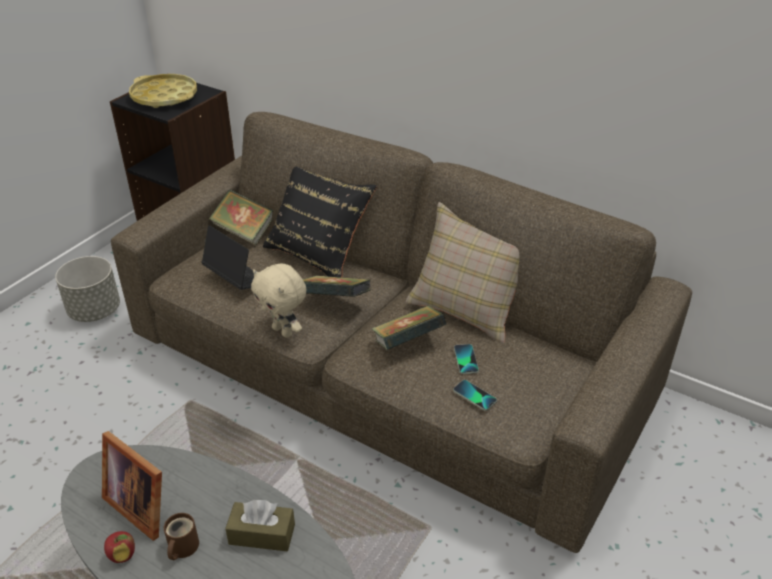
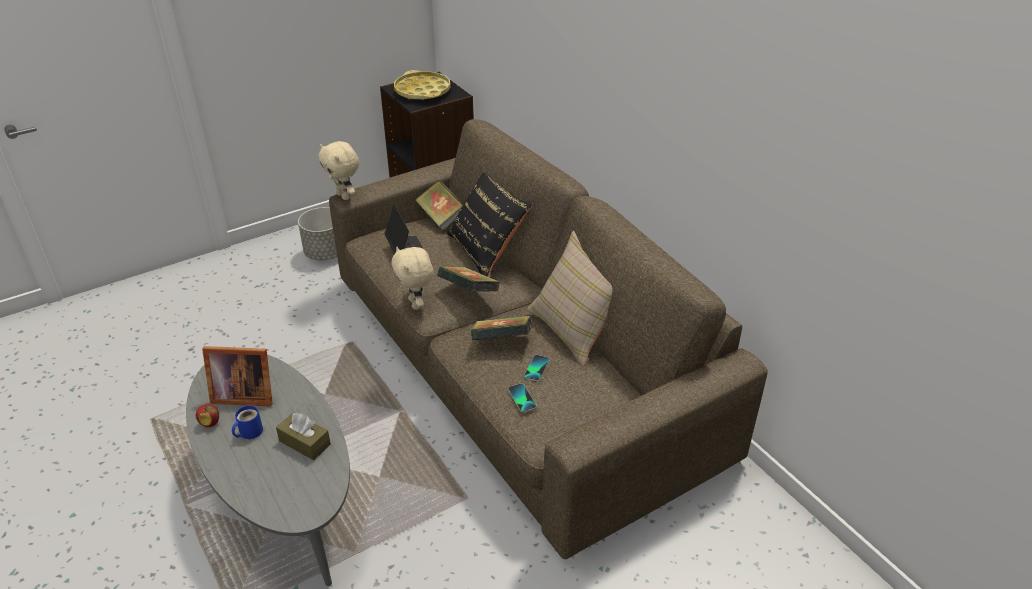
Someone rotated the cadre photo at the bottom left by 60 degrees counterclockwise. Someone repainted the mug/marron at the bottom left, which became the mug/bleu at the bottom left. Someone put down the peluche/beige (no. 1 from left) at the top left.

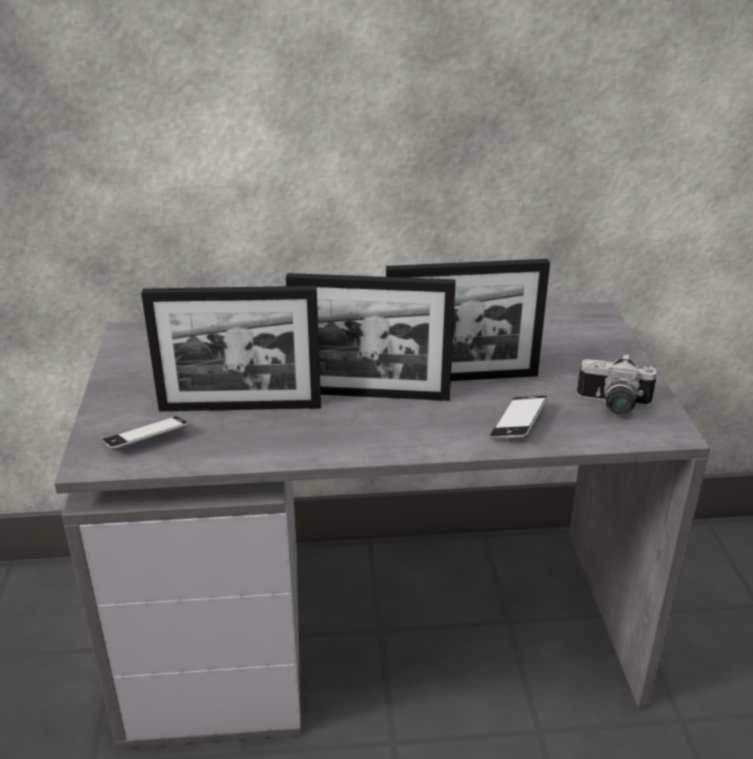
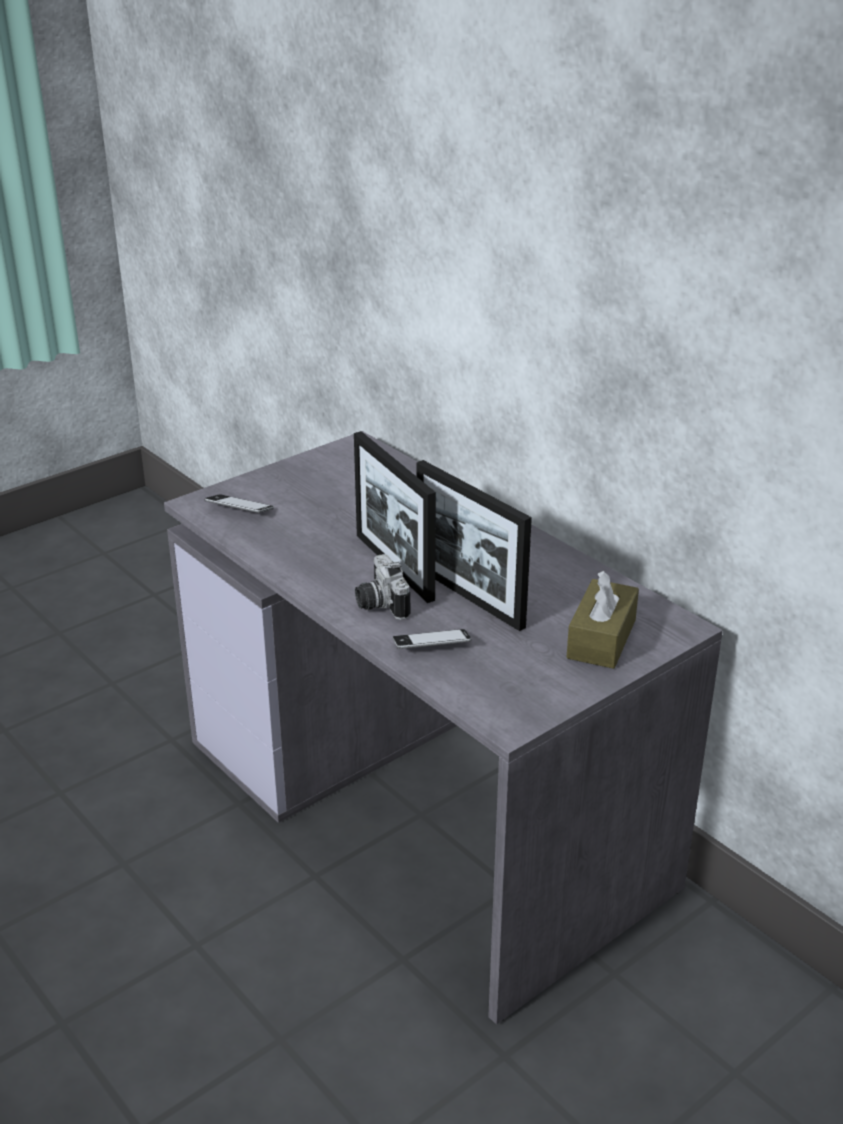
Someone carried the appareil photo from the middle right to the centre. Someone put down the boîte à mouchoirs/marron at the middle right. Someone took away the cadre photo (no. 1 from left) at the middle left.

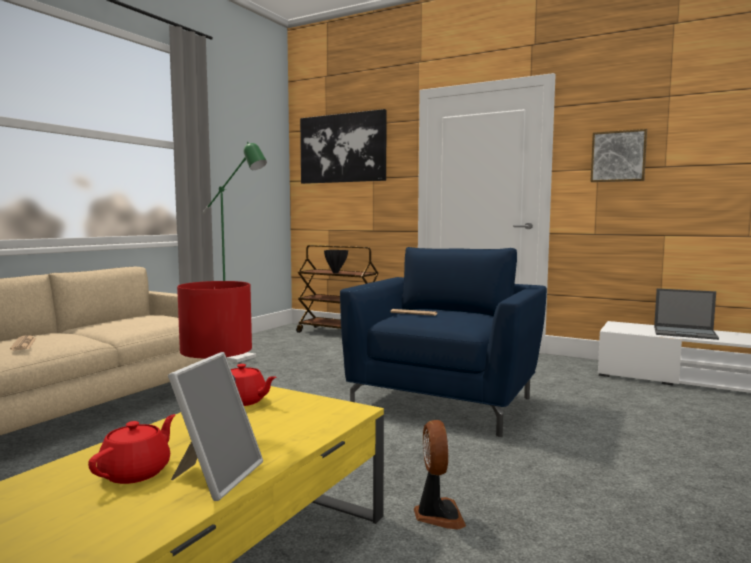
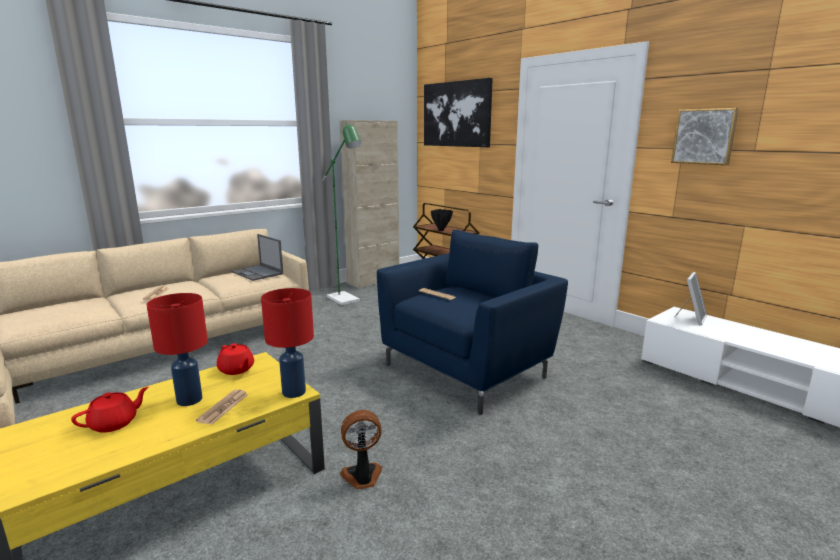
Someone put down the journal (no. 2 from left) at the bottom left. Someone carried the ordinateur portable from the middle right to the middle left. Someone put down the lampe de table/rouge (no. 2 from left) at the centre. Someone put down the meuble de rangement/beige at the centre. Someone rotated the ventilateur at the bottom centre by 120 degrees counterclockwise. Someone carried the cadre photo from the bottom left to the middle right.

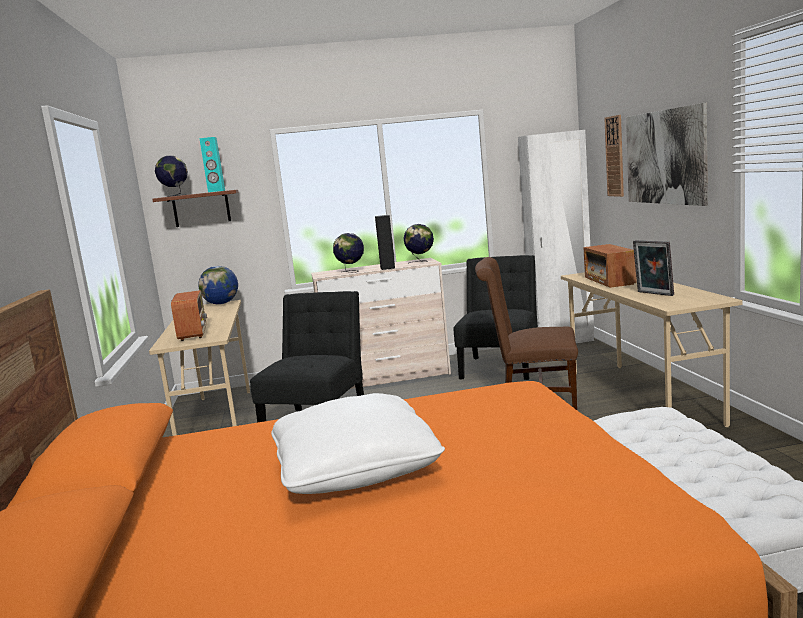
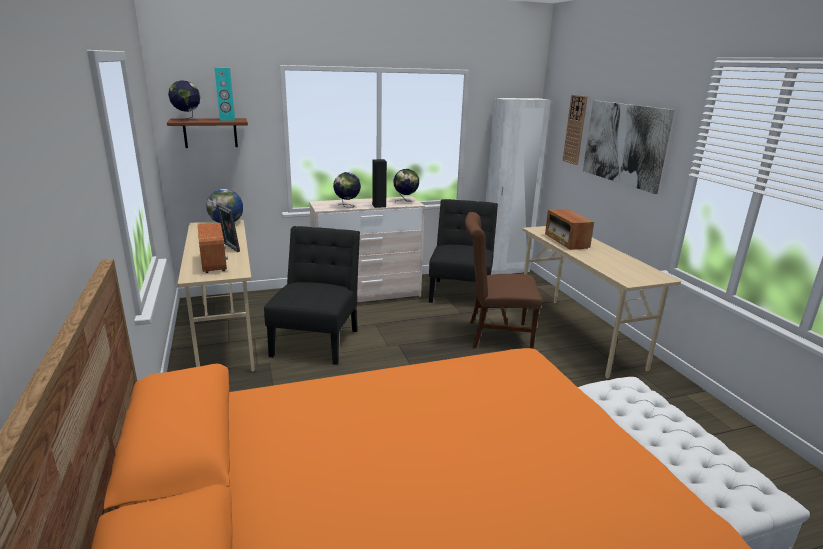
Someone carried the cadre photo from the middle right to the middle left. Someone took away the coussin/blanc at the bottom centre.

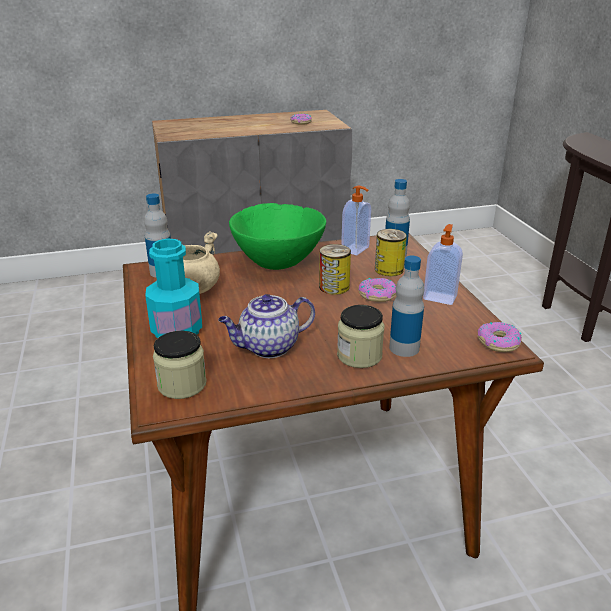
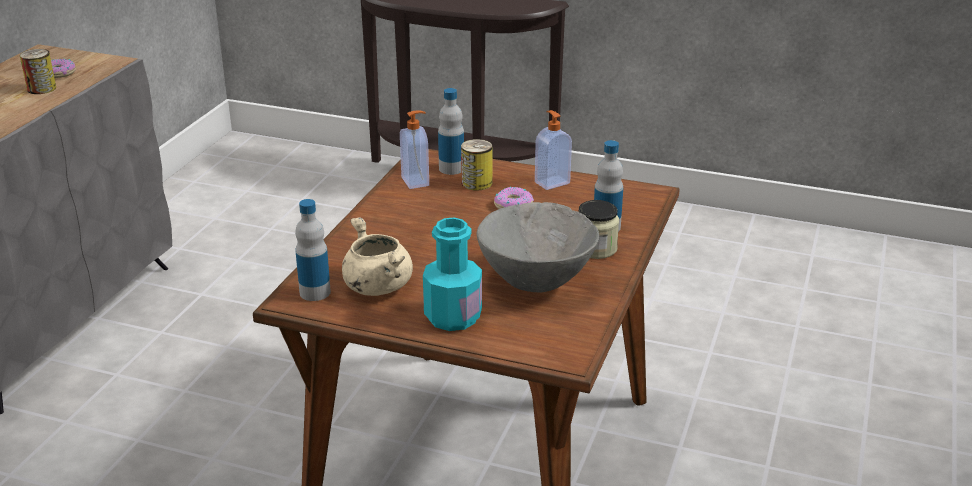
Someone carried the boîte métallique (no. 1 from left) from the centre to the top left. Someone swapped the théière at the centre for the bol/gris at the centre. Someone took away the bocal (no. 1 from left) at the middle left. Someone took away the bol/vert at the centre. Someone took away the beignet (no. 3 from left) at the middle right.

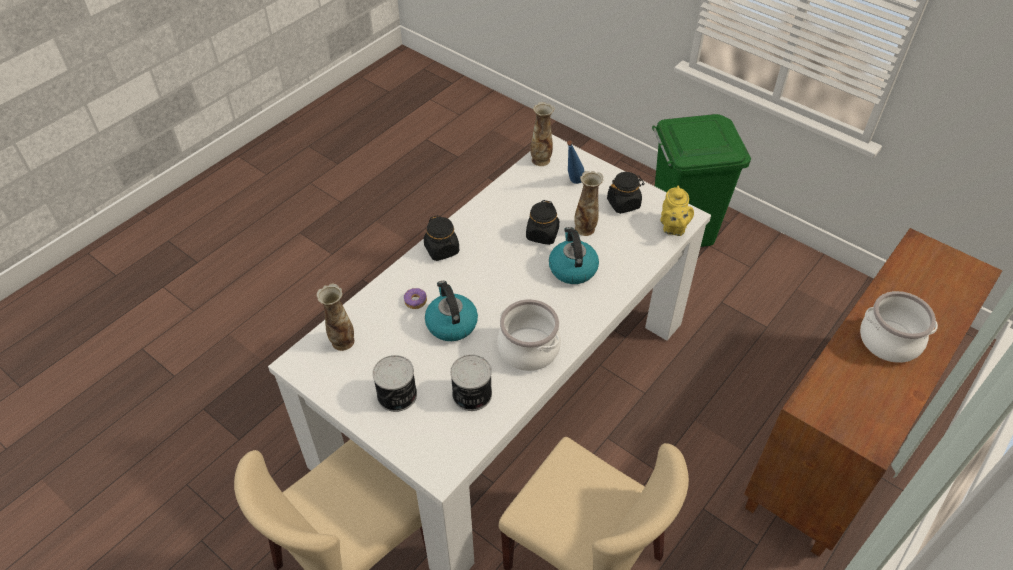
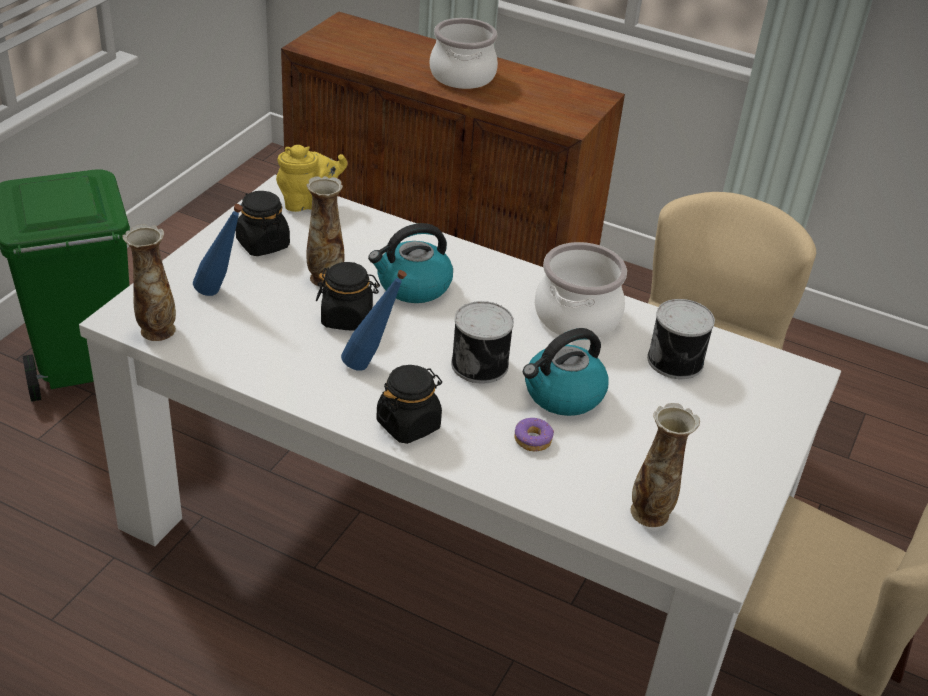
Someone put down the bouteille/bleu (no. 2 from left) at the centre. Someone carried the boîte métallique (no. 1 from left) from the bottom centre to the centre.

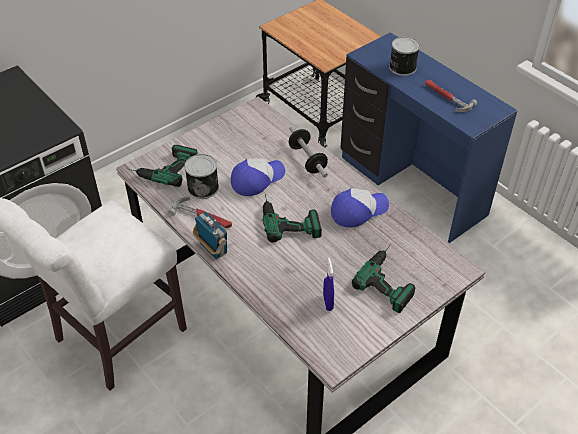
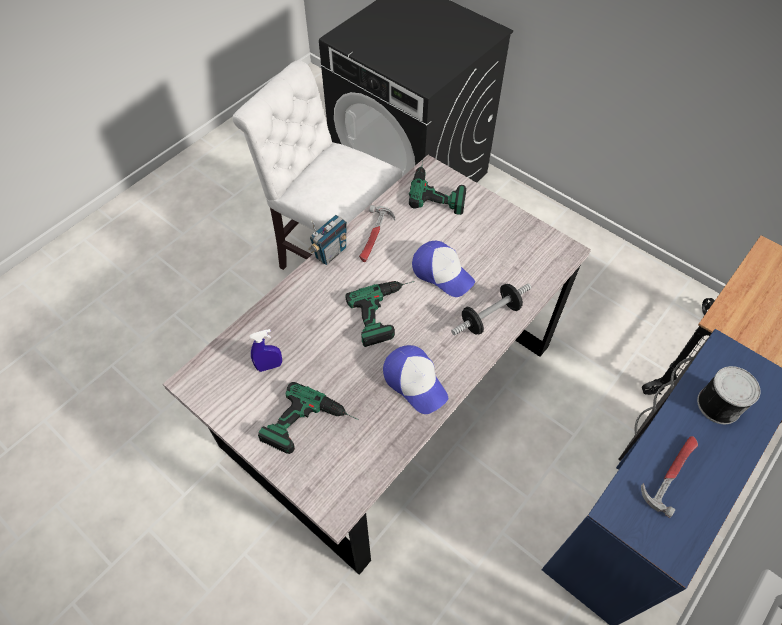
Someone took away the boîte métallique (no. 1 from left) at the centre.

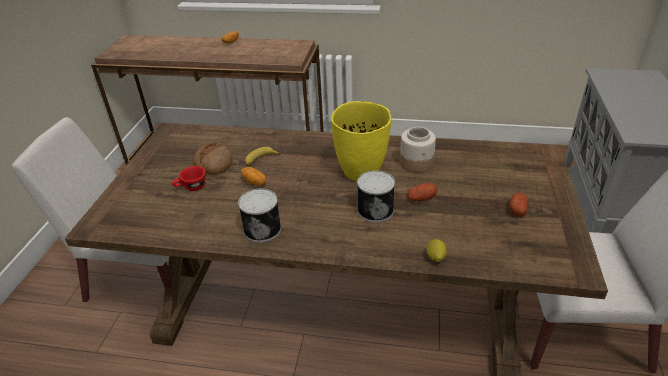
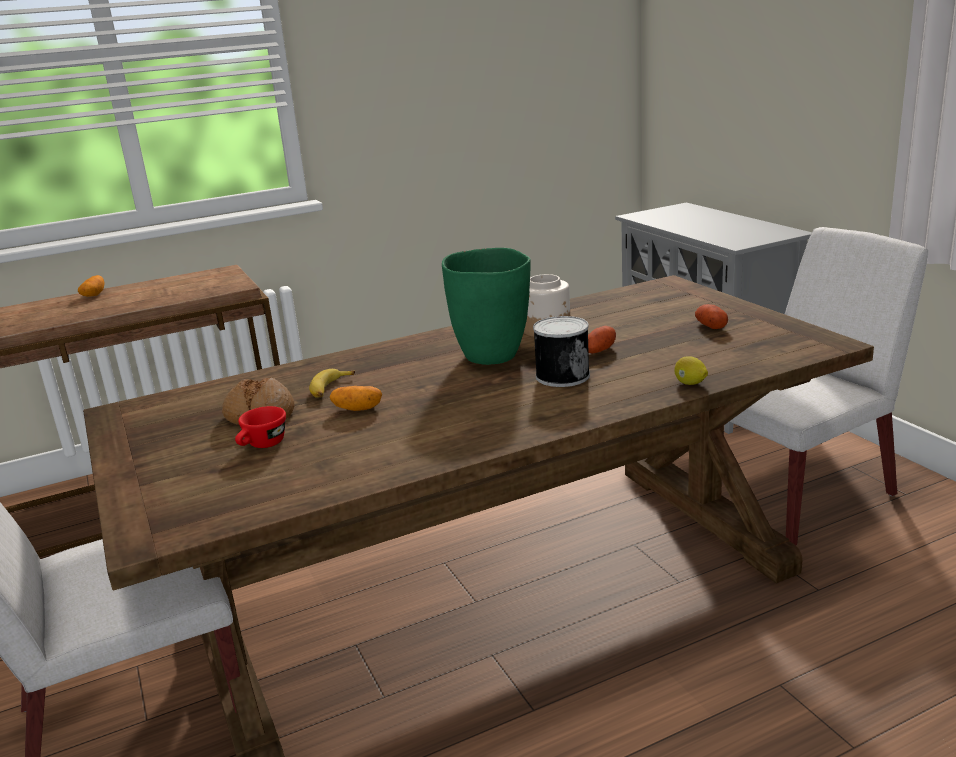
Someone repainted the vase/jaune at the centre, which became the vase/vert at the centre. Someone took away the boîte métallique (no. 1 from left) at the centre.

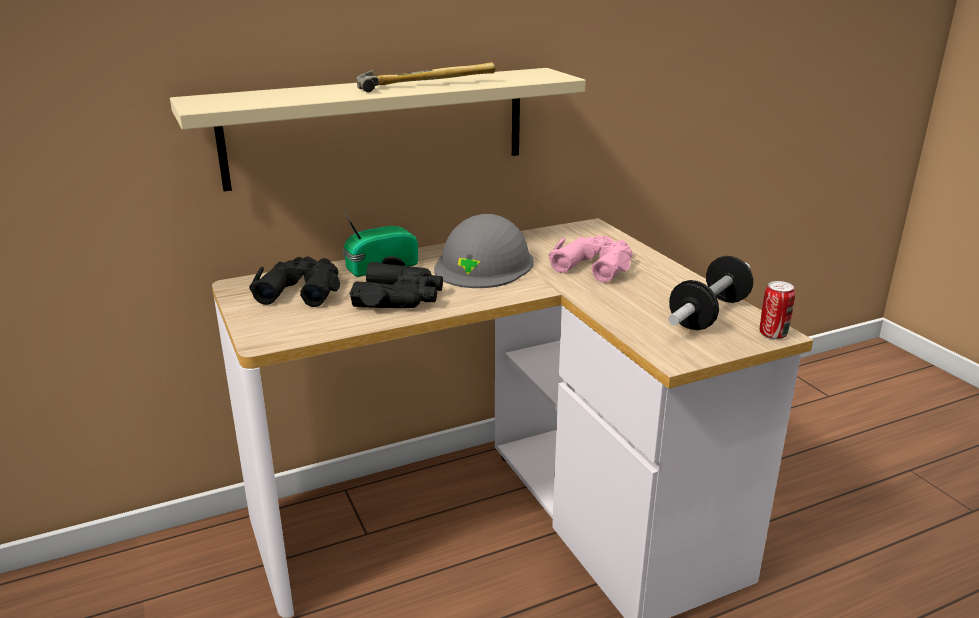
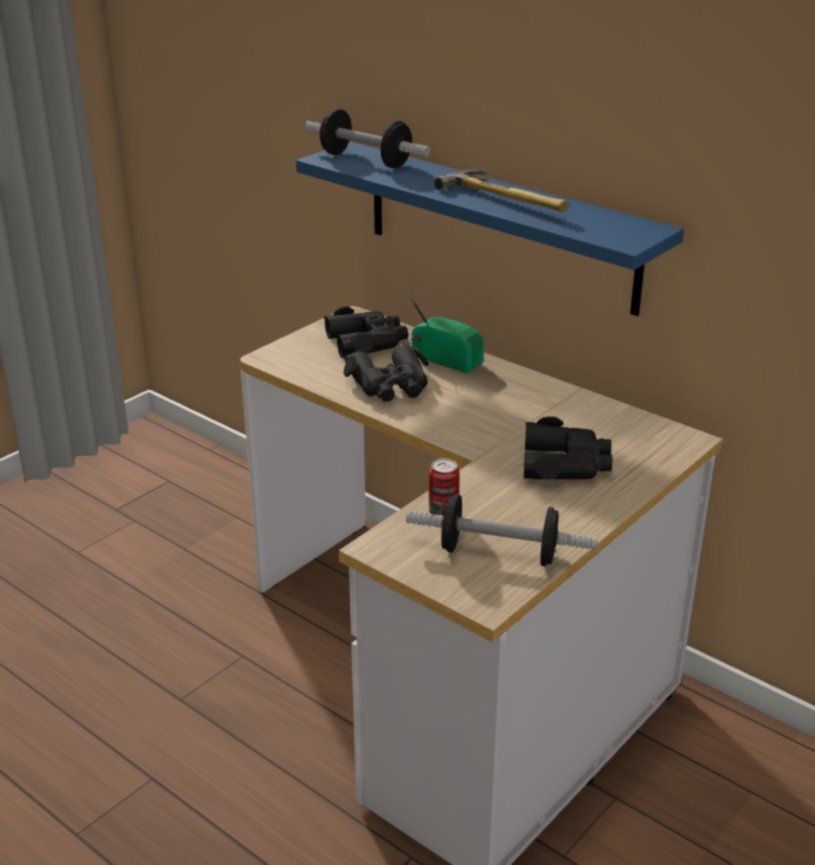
Someone repainted the étagère/beige at the top centre, which became the étagère/bleu at the top centre. Someone put down the haltère (no. 1 from left) at the top centre. Someone carried the boîte métallique from the middle right to the centre. Someone repainted the jumelles/rose at the centre, which became the jumelles/noir (no. 3 from left) at the middle right. Someone took away the casque de chantier/gris at the centre.

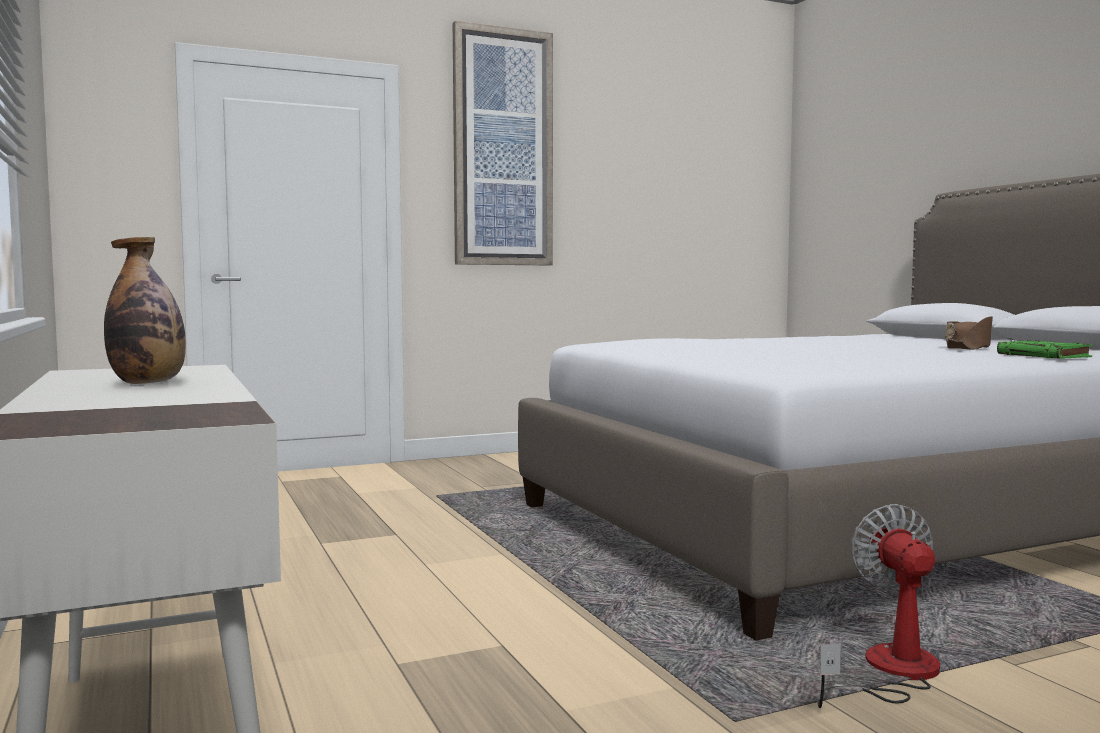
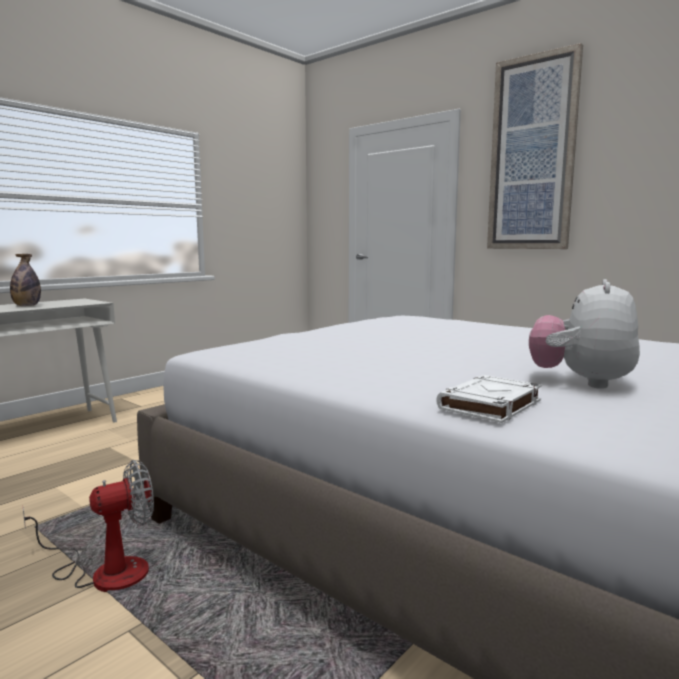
Someone repainted the livre/vert at the middle right, which became the livre/blanc at the middle right. Someone swapped the chapeau/marron at the middle right for the peluche at the middle right.

